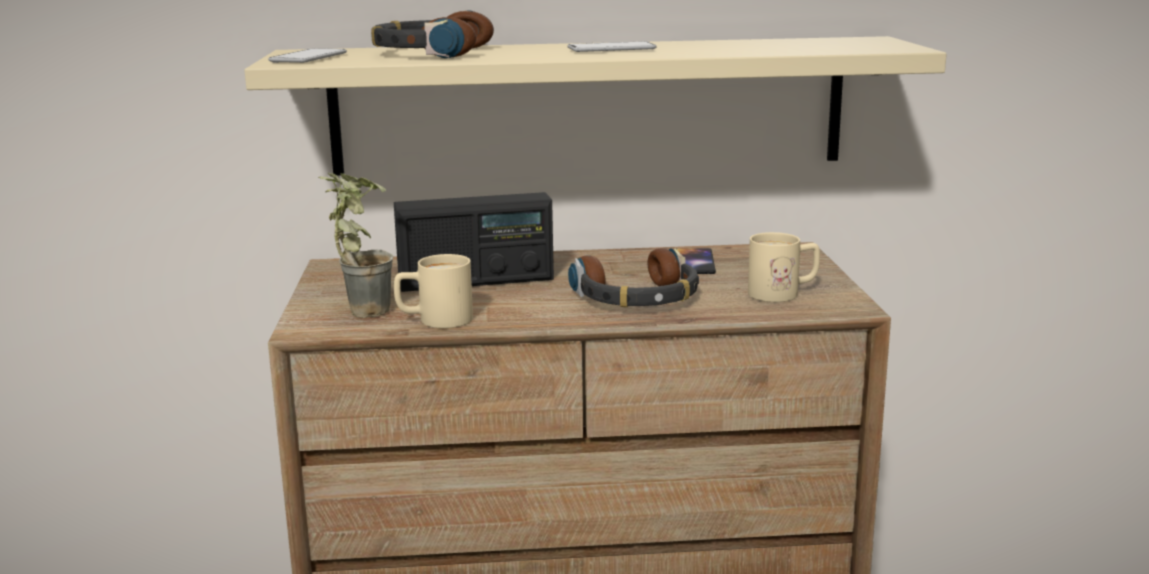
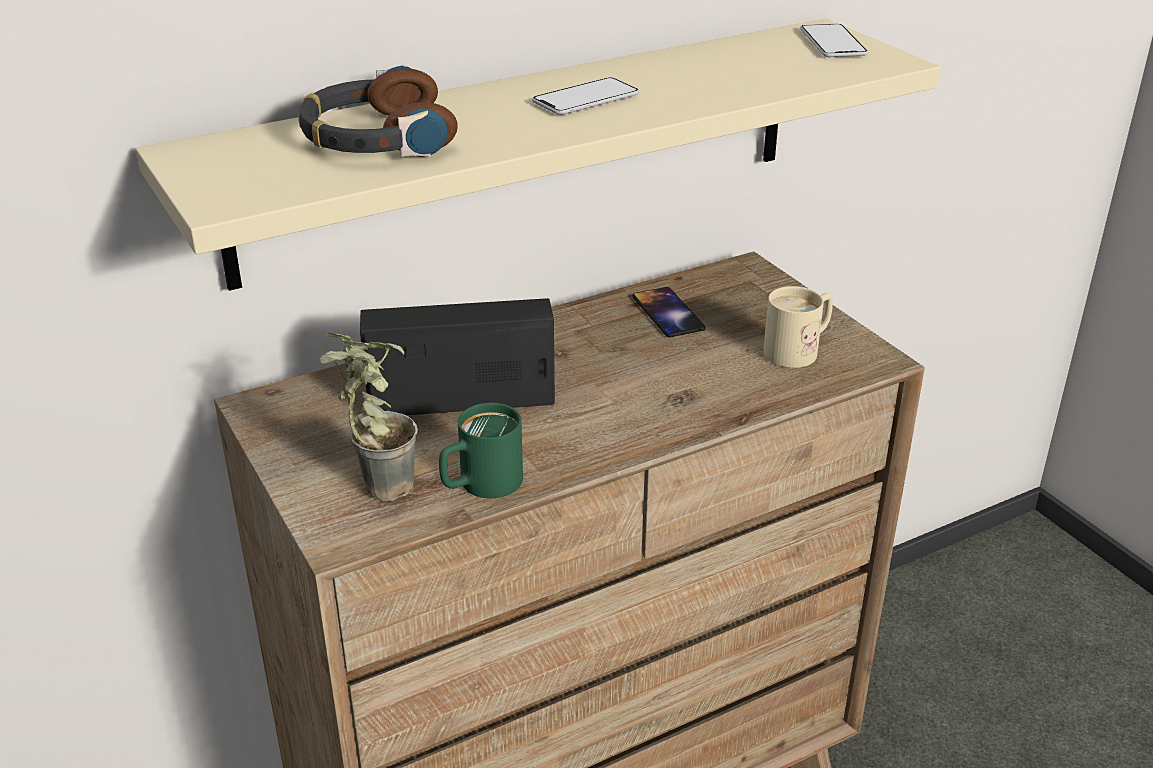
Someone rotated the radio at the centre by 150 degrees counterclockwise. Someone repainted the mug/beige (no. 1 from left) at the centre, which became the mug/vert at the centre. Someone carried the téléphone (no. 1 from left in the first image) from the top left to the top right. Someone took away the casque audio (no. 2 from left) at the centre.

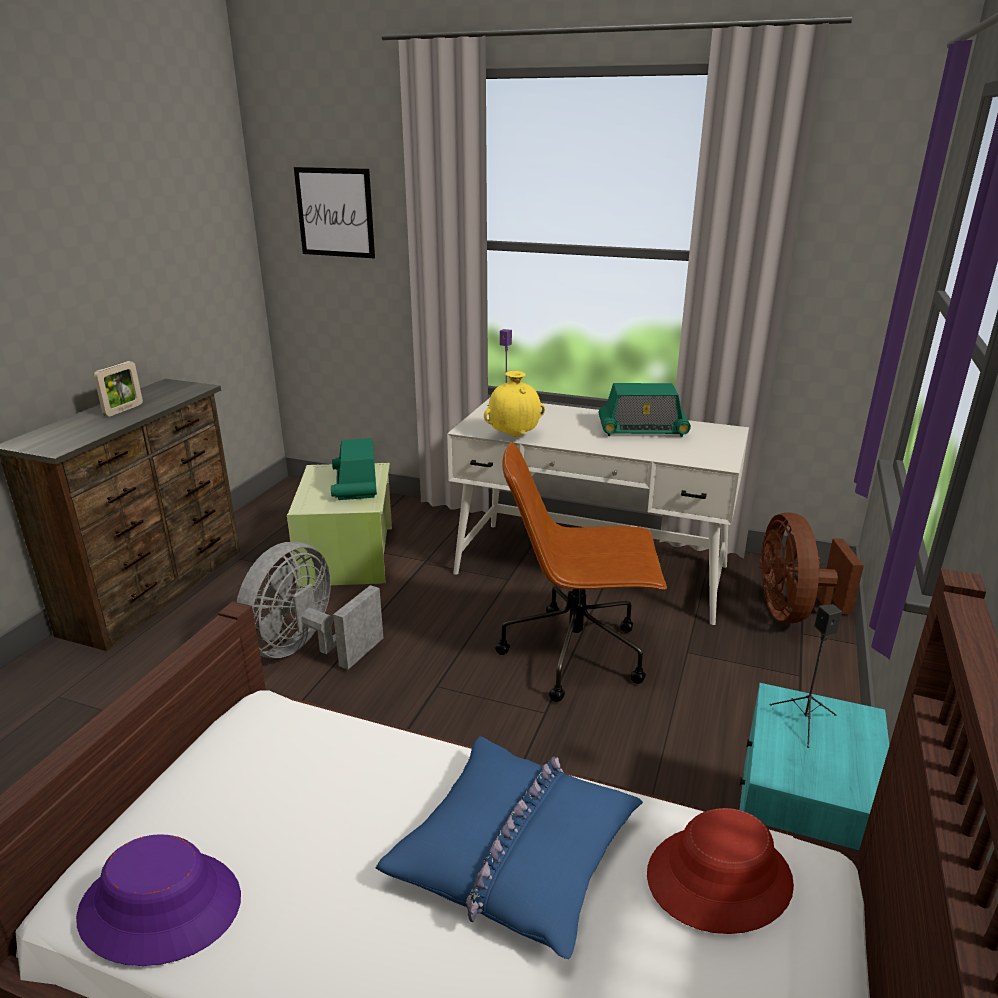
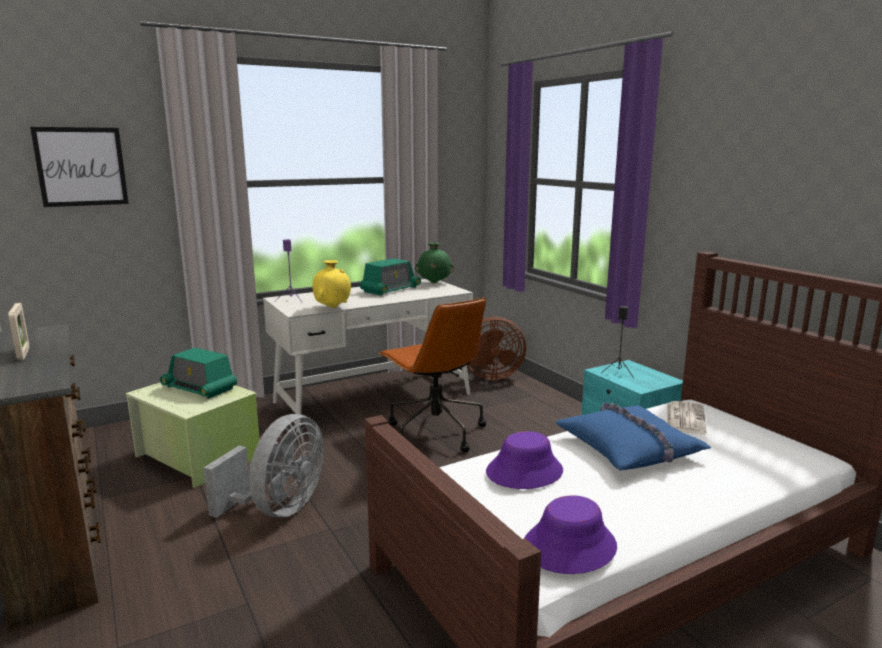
Someone rotated the ventilateur/gris at the middle left by 135 degrees counterclockwise. Someone rotated the chaise de bureau/marron at the centre by 75 degrees counterclockwise. Someone put down the vase/vert at the centre. Someone rotated the ventilateur/marron at the middle right by 45 degrees counterclockwise. Someone put down the chapeau/violet (no. 1 from left) at the bottom centre. Someone swapped the chapeau/rouge at the bottom right for the journal at the middle right.

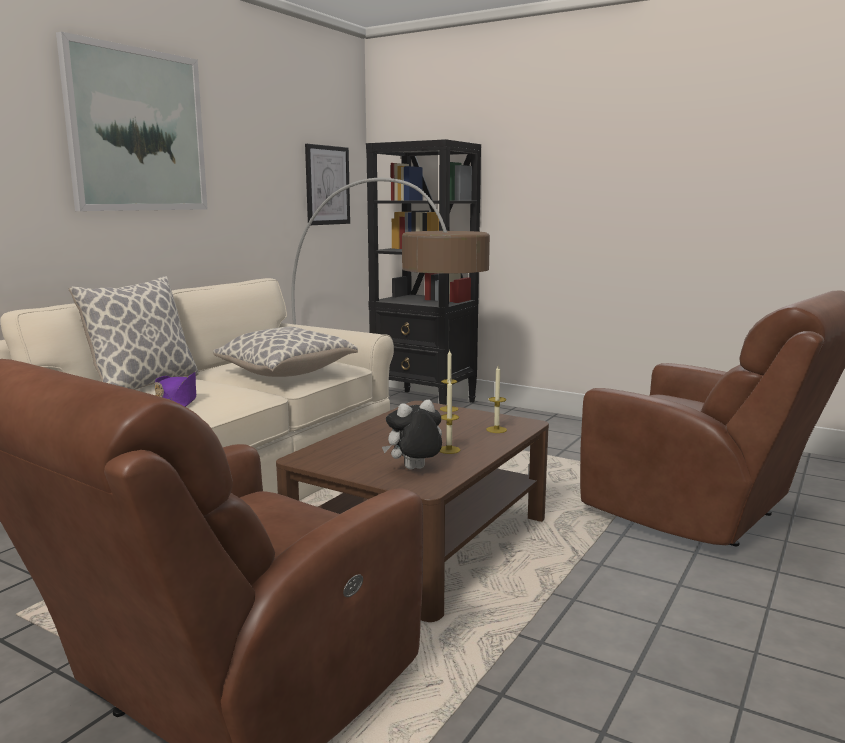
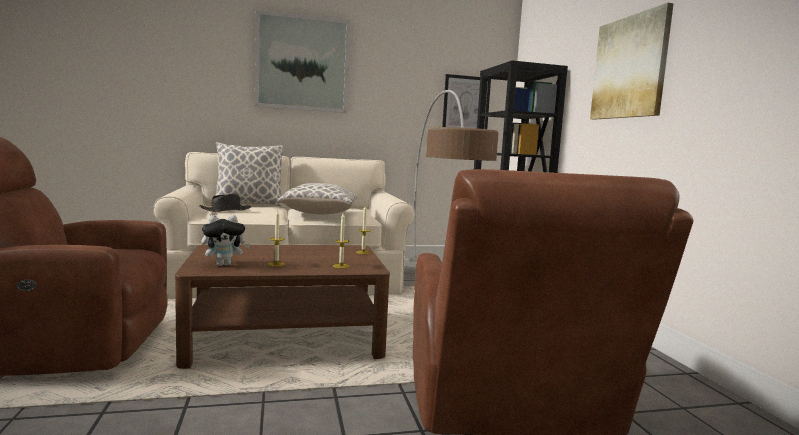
Someone repainted the chapeau/violet at the middle left, which became the chapeau/noir at the middle left. Someone rotated the peluche at the centre by 135 degrees clockwise. Someone put up the tableau (no. 3 from left) at the top right.

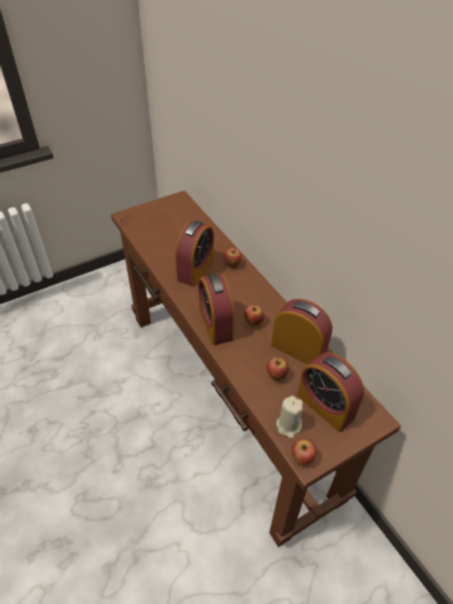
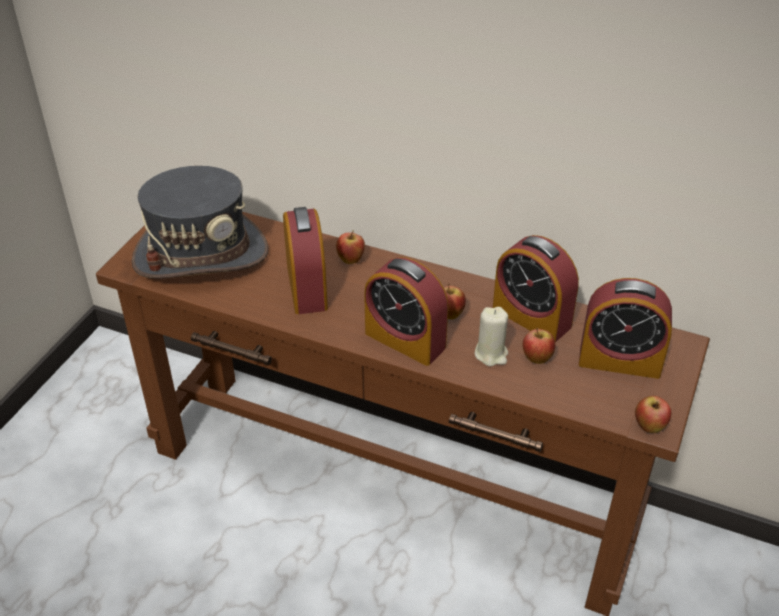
Someone put down the chapeau/gris at the middle left. Someone carried the bougie/beige from the bottom centre to the centre. Someone rotated the réveil (no. 3 from left) at the middle right by 135 degrees counterclockwise.

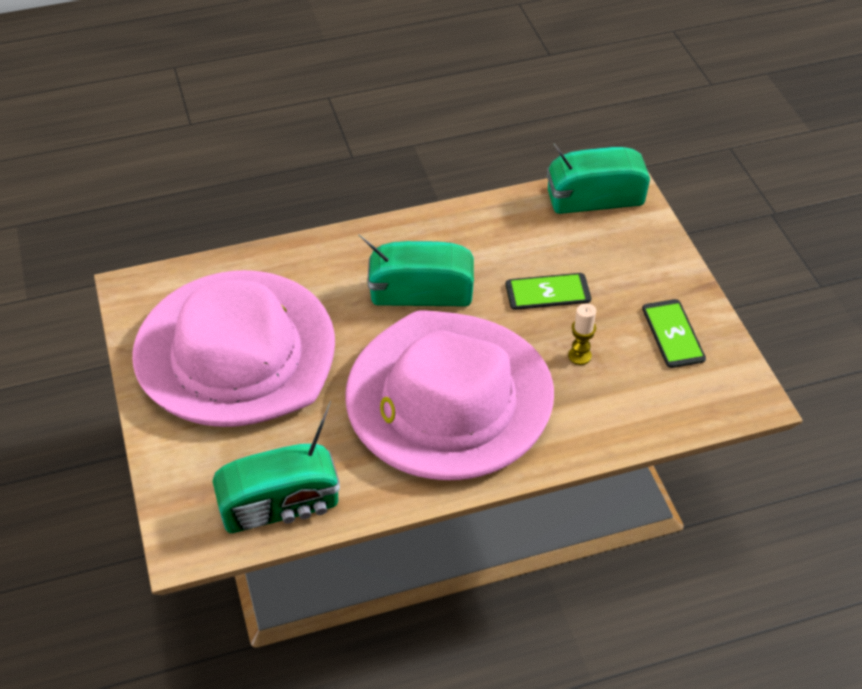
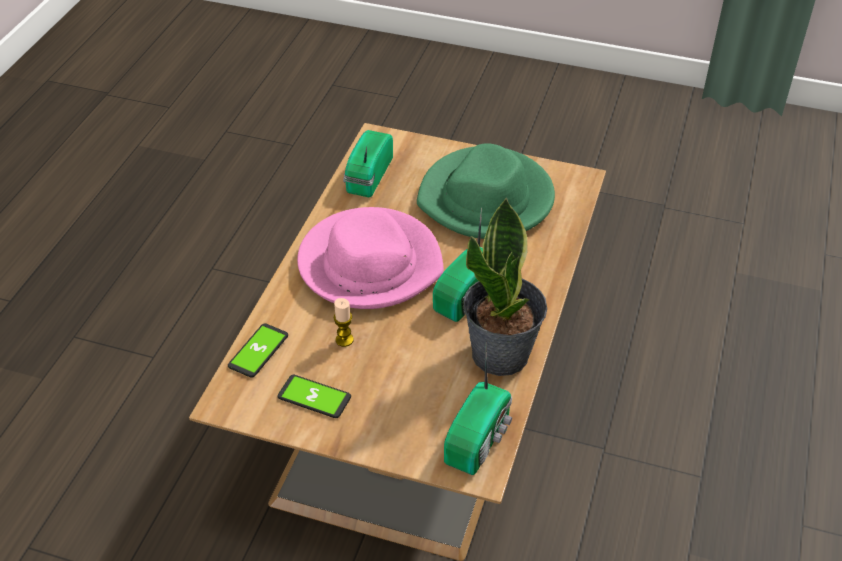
Someone carried the téléphone (no. 1 from left) from the centre to the middle left. Someone repainted the chapeau/rose (no. 1 from left) at the middle left, which became the chapeau/vert at the centre. Someone put down the plante en pot at the centre.

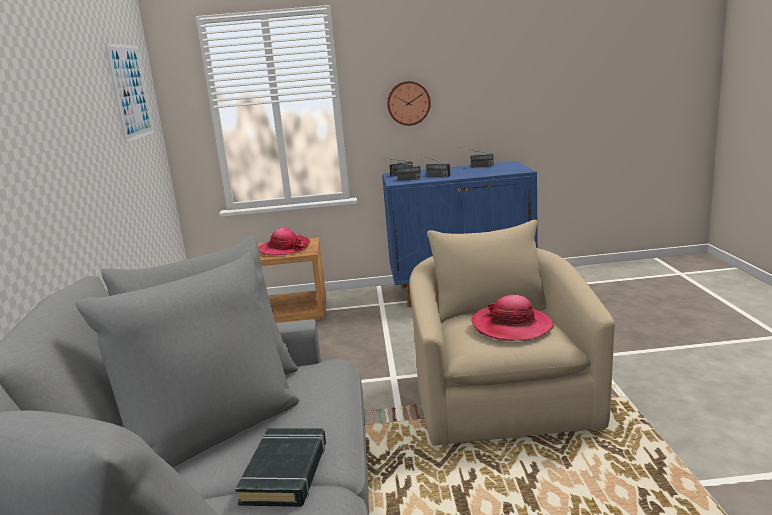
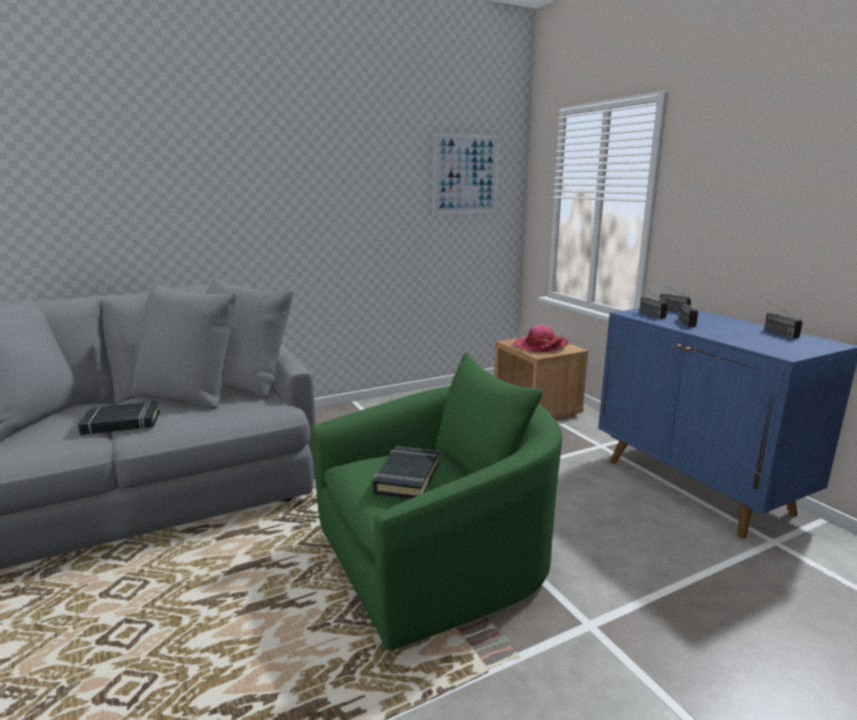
Someone repainted the fauteuil/beige at the centre, which became the fauteuil/vert at the bottom centre. Someone swapped the chapeau (no. 2 from left) at the centre for the livre/noir (no. 2 from left) at the centre. Someone took away the horloge murale at the top centre.

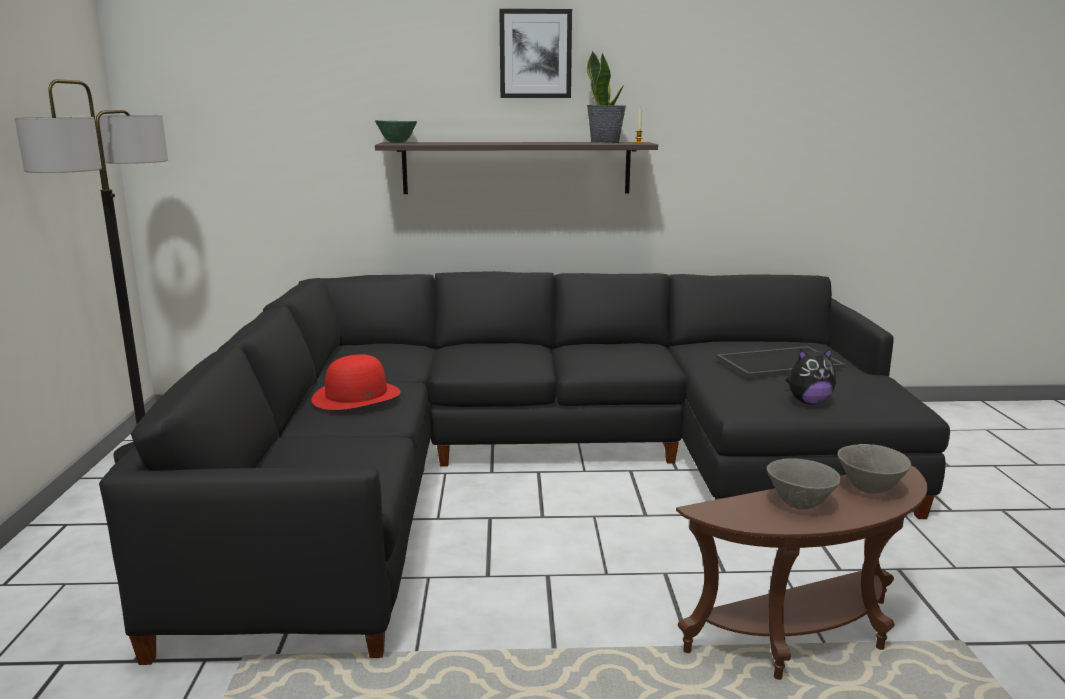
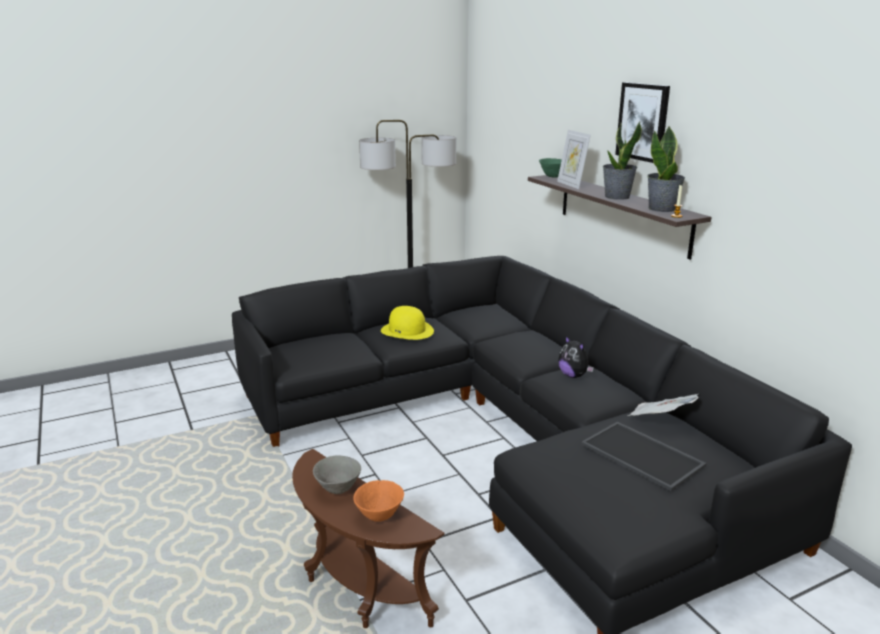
Someone repainted the bol/gris (no. 2 from left) at the bottom right, which became the bol/orange at the bottom centre. Someone repainted the chapeau/rouge at the centre, which became the chapeau/jaune at the centre. Someone put down the cadre photo at the top centre. Someone carried the peluche from the middle right to the centre. Someone put down the plante en pot (no. 1 from left) at the top right. Someone put down the journal at the middle right.

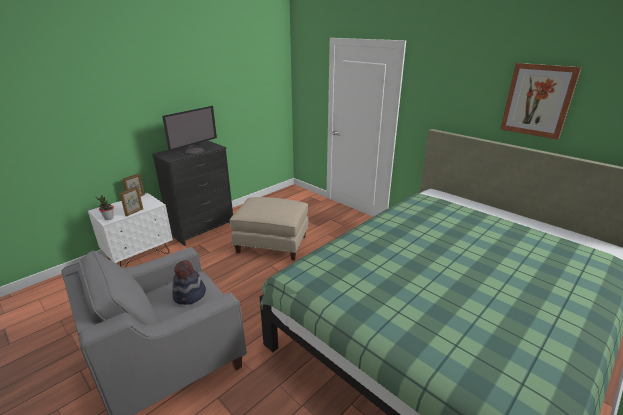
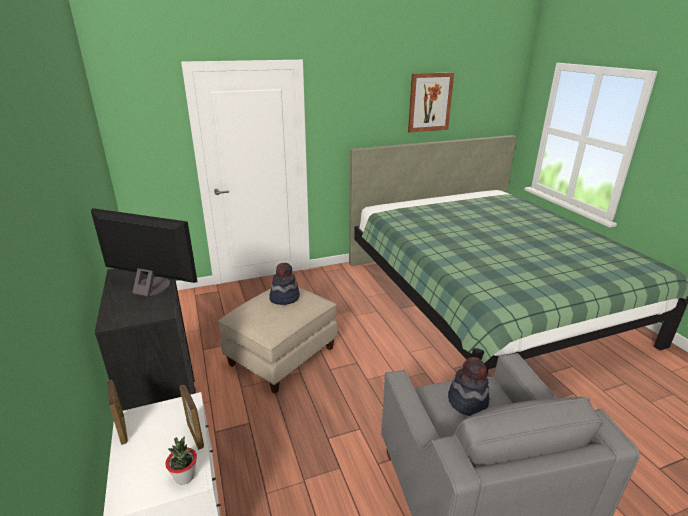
Someone rotated the écran d'ordinateur at the top left by 45 degrees counterclockwise. Someone put down the chapeau (no. 1 from left) at the centre.

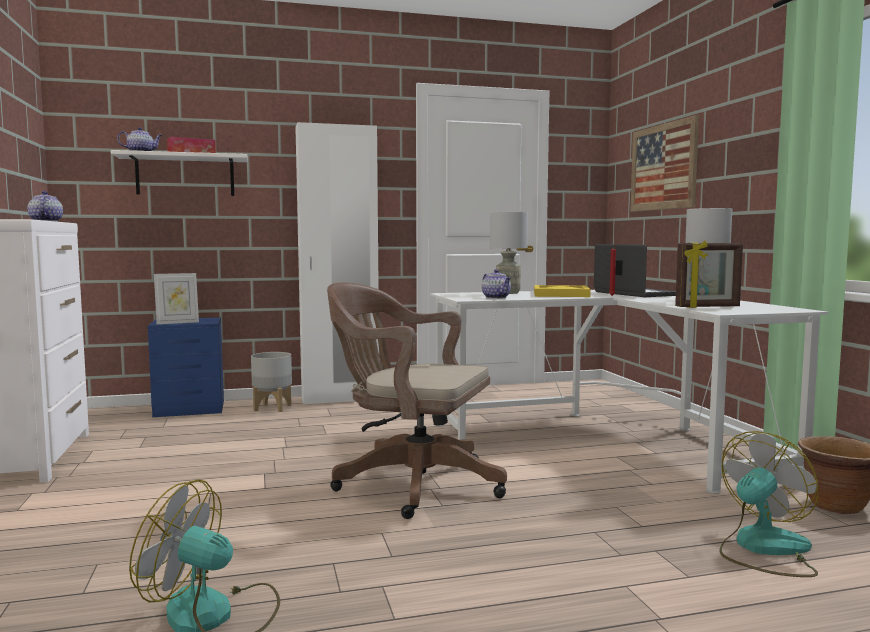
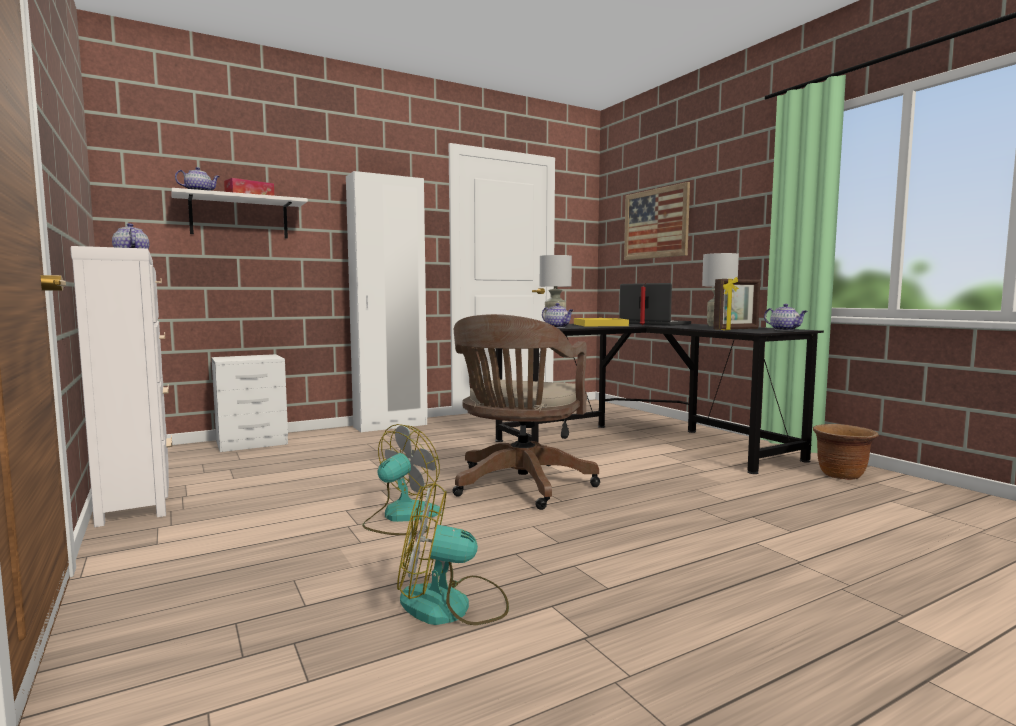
Someone repainted the table de chevet/bleu at the middle left, which became the table de chevet/blanc at the middle left. Someone carried the ventilateur (no. 2 from left in the first image) from the bottom right to the centre. Someone rotated the chaise de bureau/marron at the centre by 75 degrees counterclockwise. Someone repainted the bureau/blanc at the middle right, which became the bureau/noir at the centre. Someone put down the théière (no. 4 from left) at the middle right. Someone took away the cadre photo (no. 1 from left) at the middle left. Someone took away the cache-pot/gris at the middle left.

